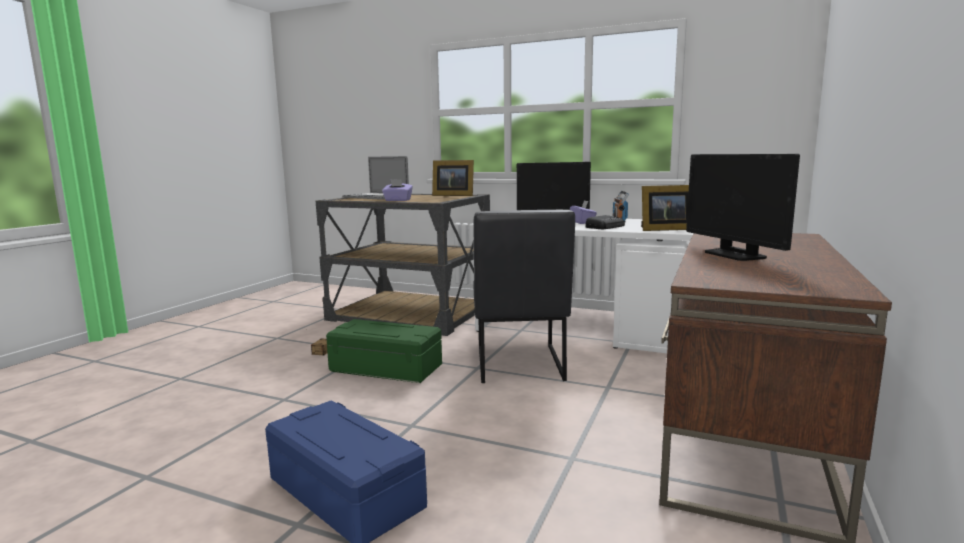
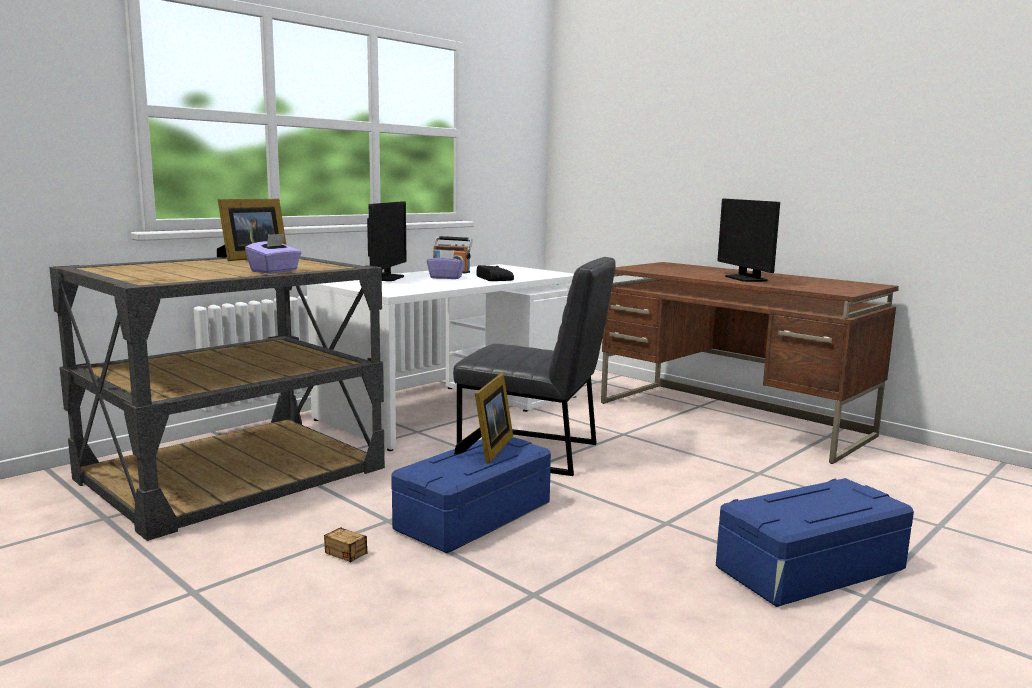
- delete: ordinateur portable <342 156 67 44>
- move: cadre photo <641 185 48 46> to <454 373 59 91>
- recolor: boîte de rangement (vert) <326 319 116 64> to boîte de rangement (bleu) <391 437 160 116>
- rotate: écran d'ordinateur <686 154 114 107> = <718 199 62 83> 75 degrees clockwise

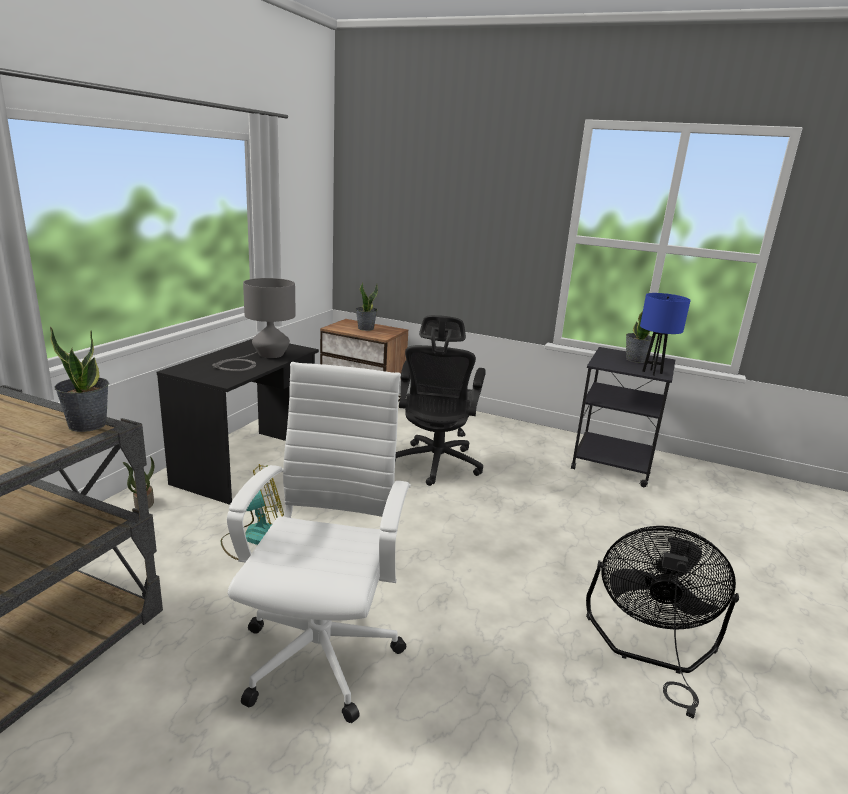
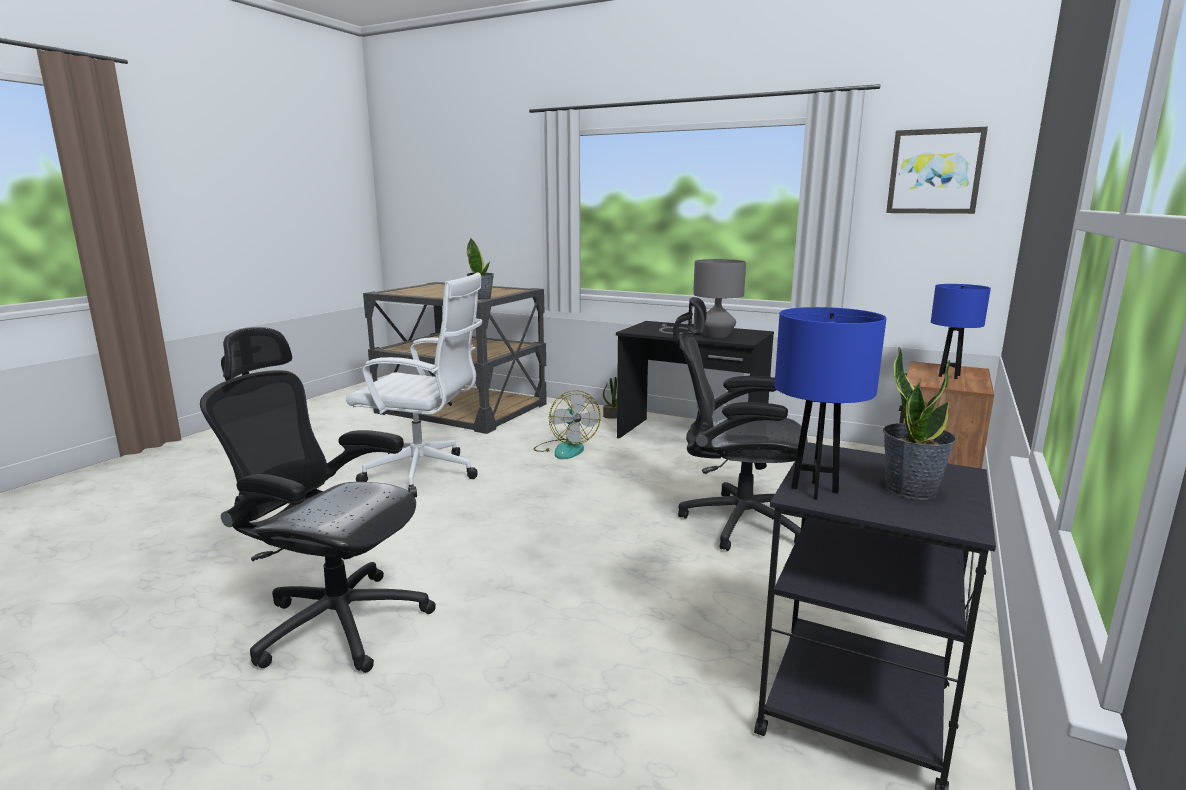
- insert: tableau <886 127 102 87>
- replace: plante en pot <356 282 22 49> to lampe de table (bleu) <931 284 60 95>
- replace: ventilateur (noir) <586 526 153 193> to chaise de bureau <200 327 236 346>

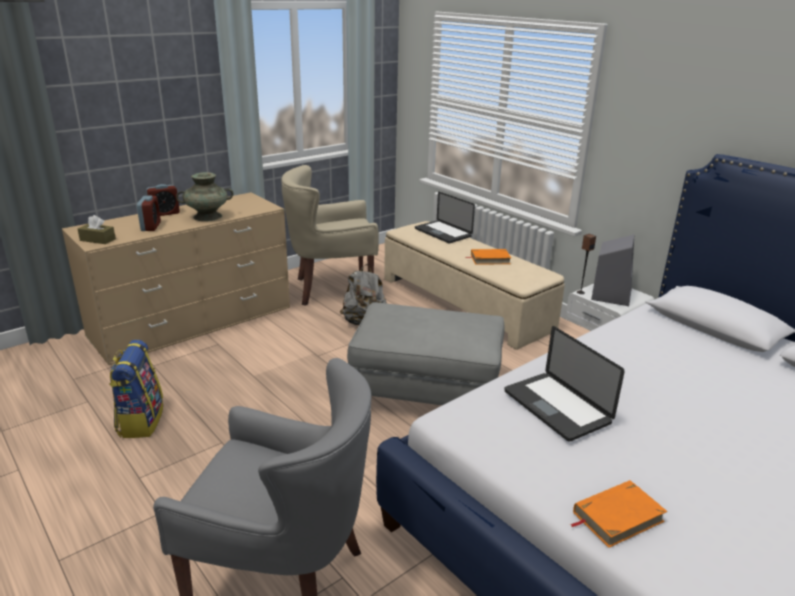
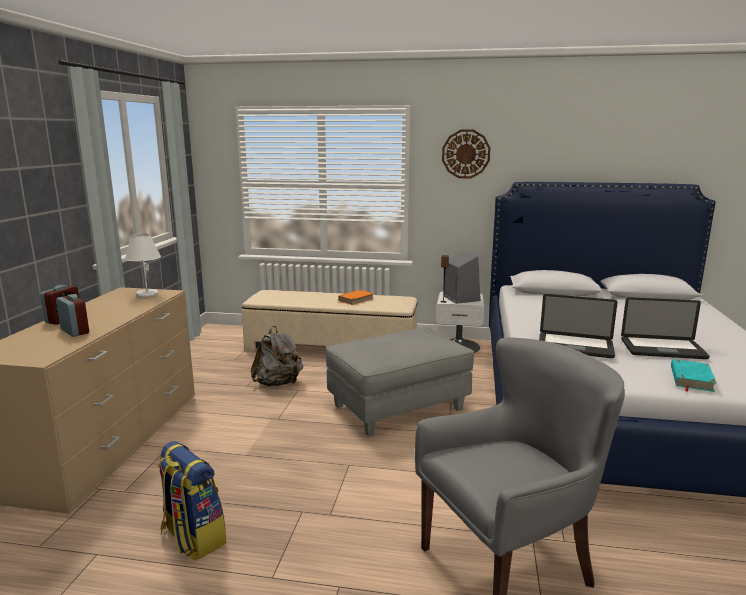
- delete: boîte à mouchoirs (marron) <78 215 38 29>
- delete: vase (turquoise) <176 172 57 49>
- delete: fauteuil (beige) <281 165 98 141>
- insert: lampe de table (blanc) <125 233 36 64>
- insert: horloge murale <442 130 48 48>
- move: ordinateur portable <415 191 60 52> to <621 297 89 62>
- recolor: livre (orange) <570 480 97 68> to livre (turquoise) <671 359 46 33>

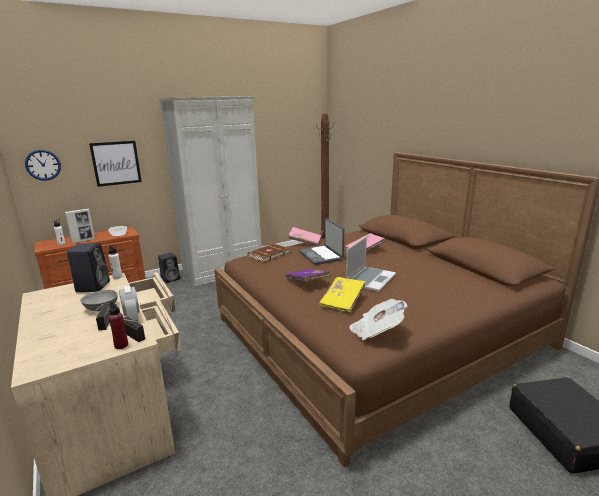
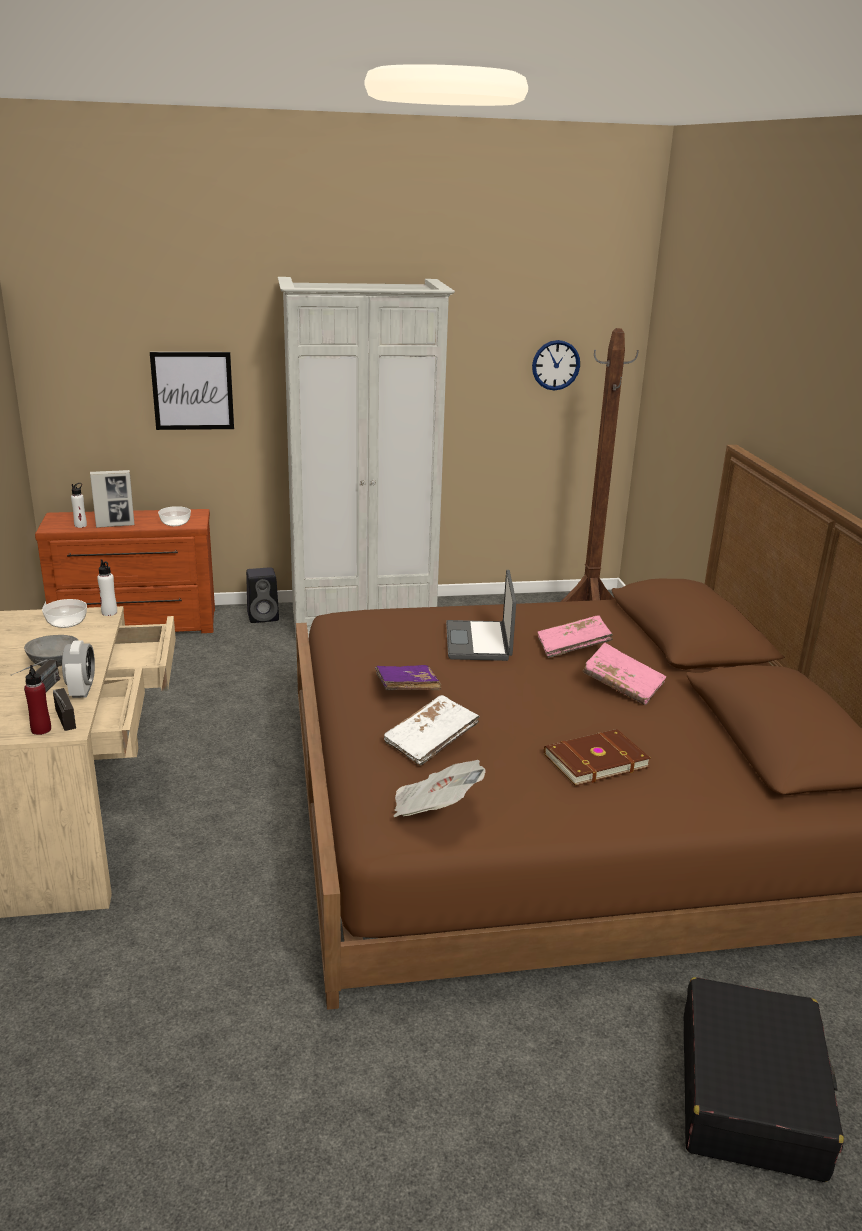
- delete: ordinateur portable <346 236 50 56>
- move: horloge murale <25 150 36 31> to <532 340 48 51>
- move: livre (marron) <247 244 43 18> to <544 729 107 57>
- move: livre (rose) <288 227 33 19> to <583 643 83 63>
- replace: enceinte (noir) <67 243 43 49> to bol <42 599 45 29>
- recolor: livre (jaune) <319 277 47 36> to livre (blanc) <384 695 96 71>

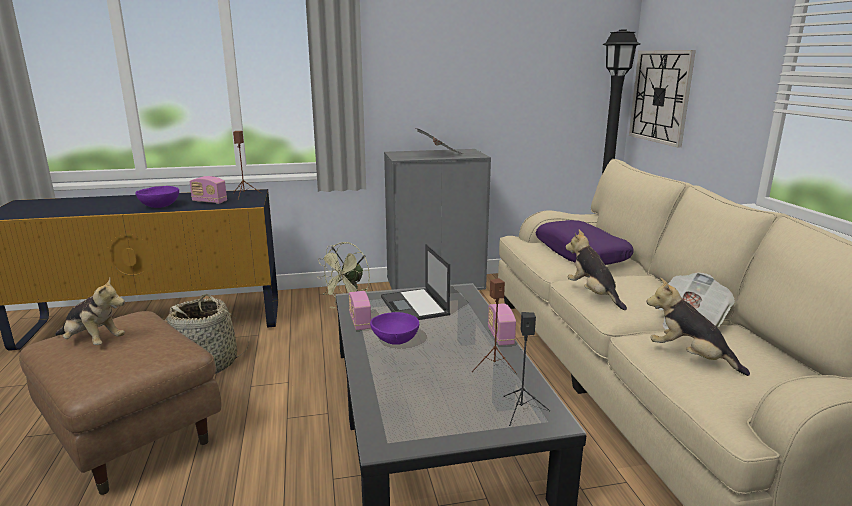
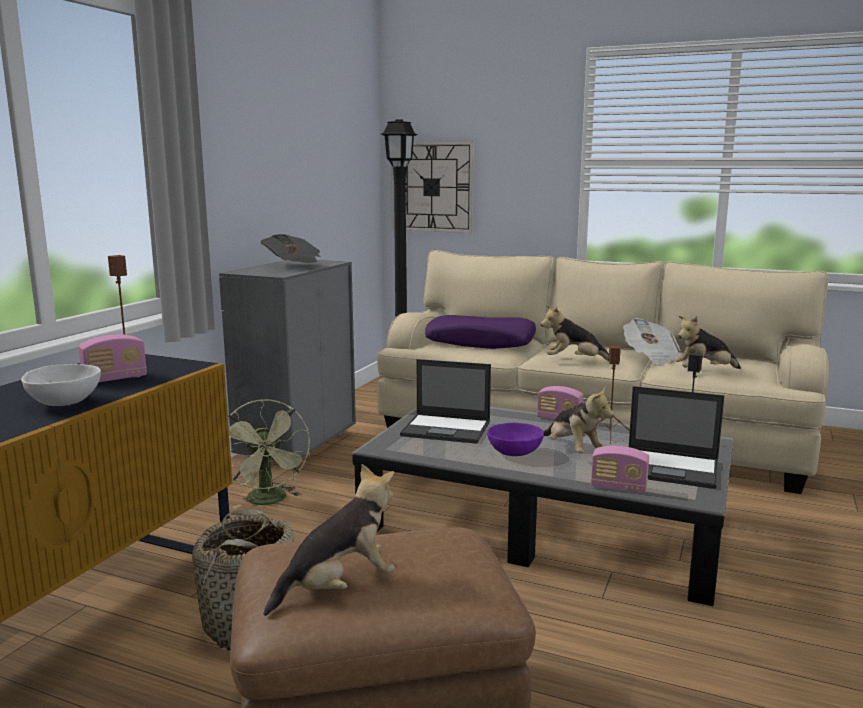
- insert: peluche <543 387 71 66>
- insert: ordinateur portable <629 386 95 103>
- move: radio <349 291 22 39> to <591 446 58 47>
- recolor: bol (violet) <135 186 44 22> to bol (blanc) <21 364 80 42>

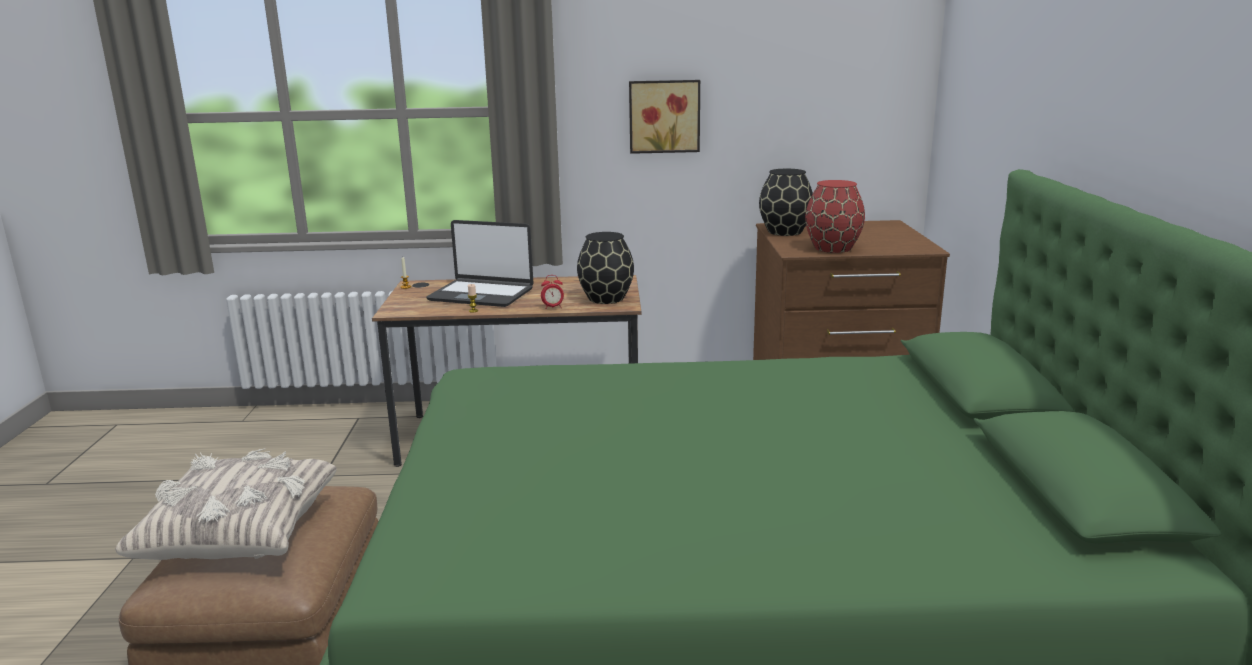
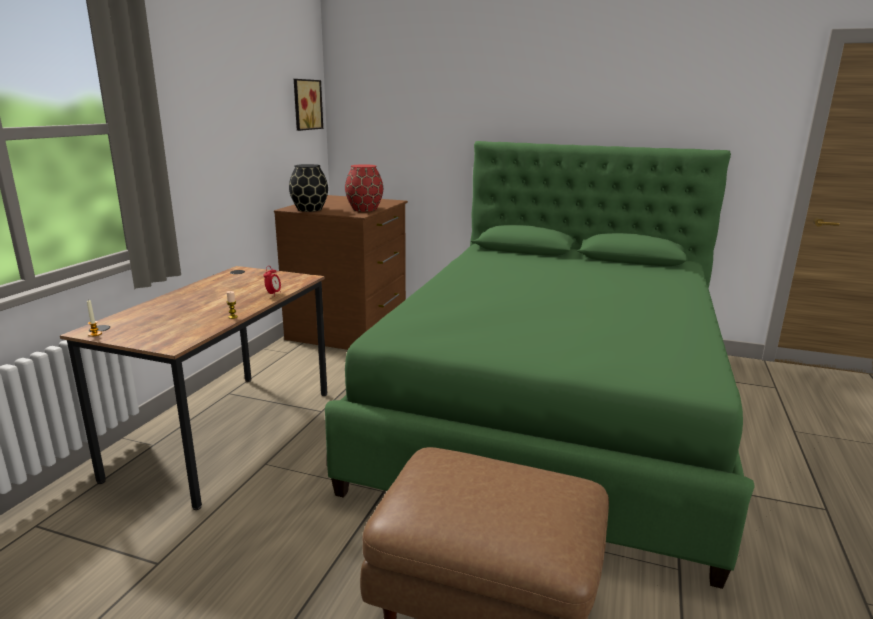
- delete: coussin (beige) <116 448 221 112>
- delete: ordinateur portable <426 220 107 87>
- delete: vase (noir) <577 232 57 72>
- move: tableau <629 80 71 74> to <294 79 29 52>

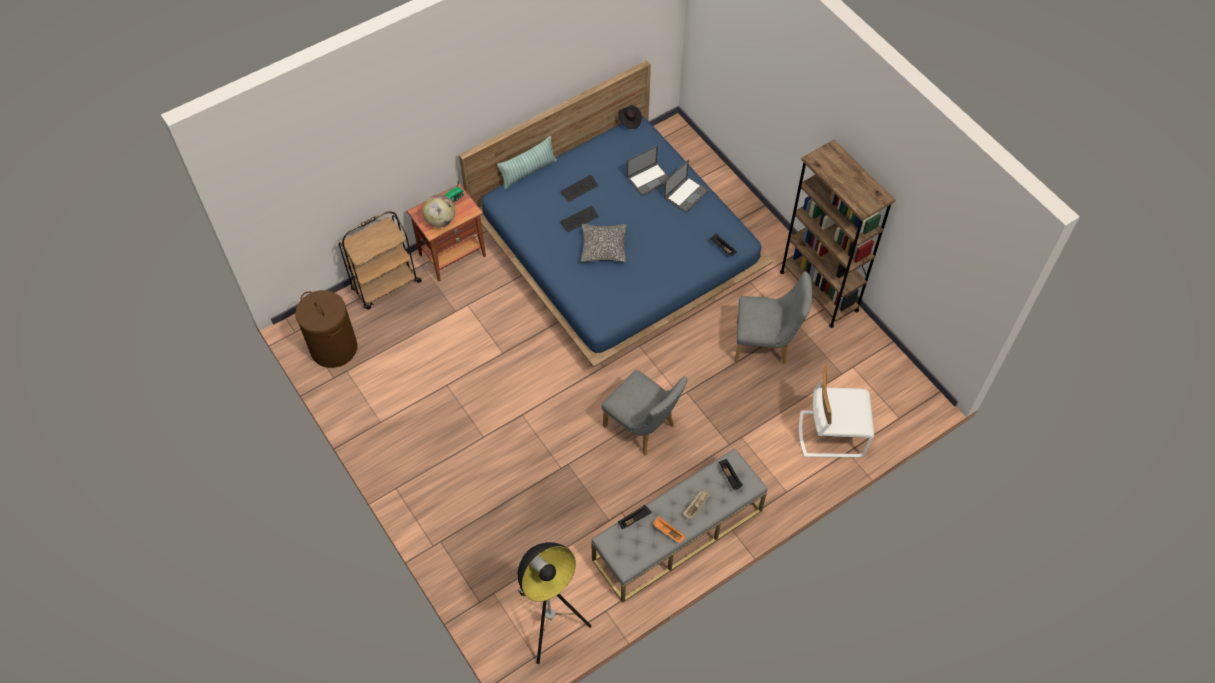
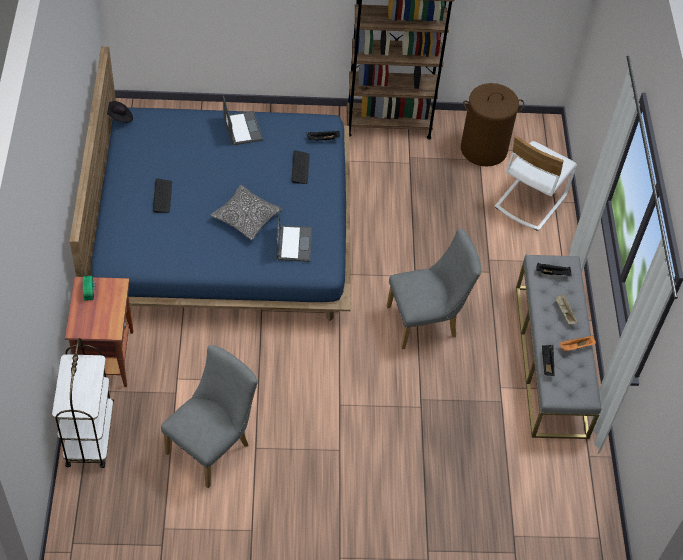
- delete: globe <422 195 33 32>
- delete: coussin <497 136 60 53>
- delete: lampadaire <518 542 74 122>
- move: panier à linge (marron) <295 290 63 78> to <461 83 63 84>
- move: clavier <560 206 39 26> to <291 150 19 34>
- move: ordinateur portable <627 145 42 51> to <276 206 36 56>
- move: chaise (gris) <734 271 78 93> to <161 345 97 143>
- recolor: chariot (marron) <339 211 83 99> to chariot (blanc) <52 338 62 130>

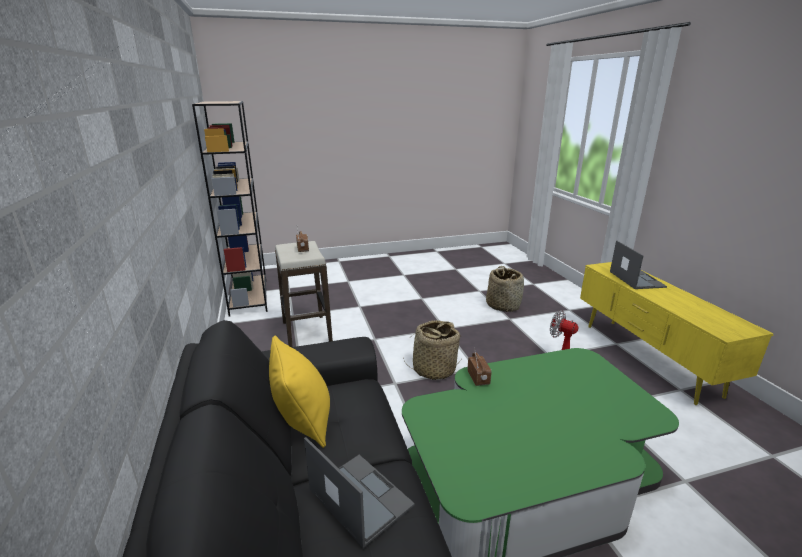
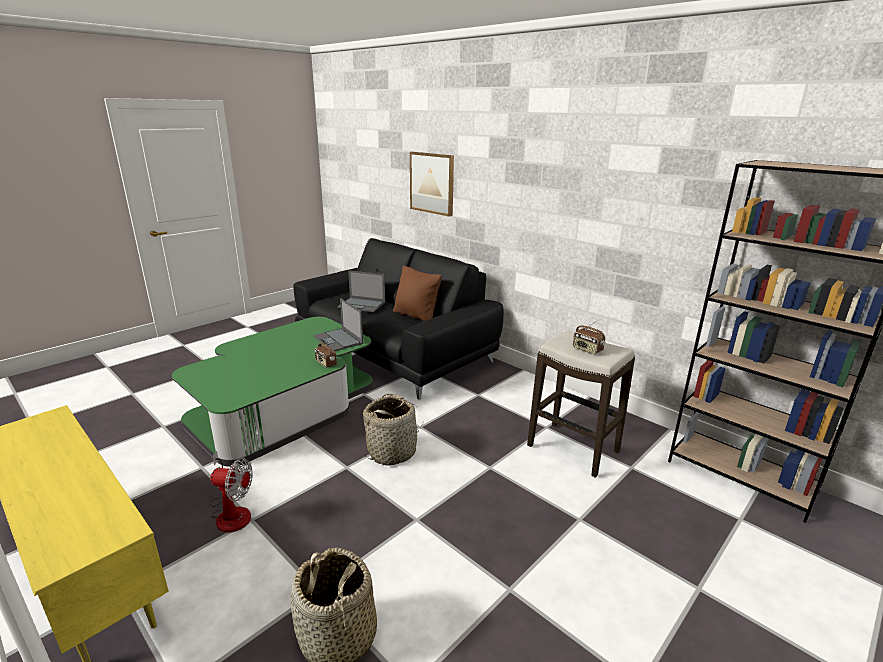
- insert: tableau <410 152 44 65>
- move: ordinateur portable <610 241 57 48> to <314 298 49 53>
- recolor: coussin (jaune) <269 336 61 112> to coussin (marron) <393 266 49 55>

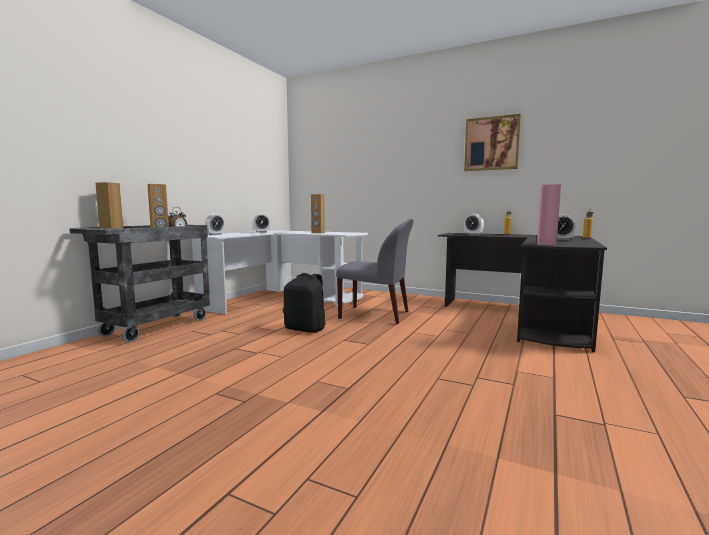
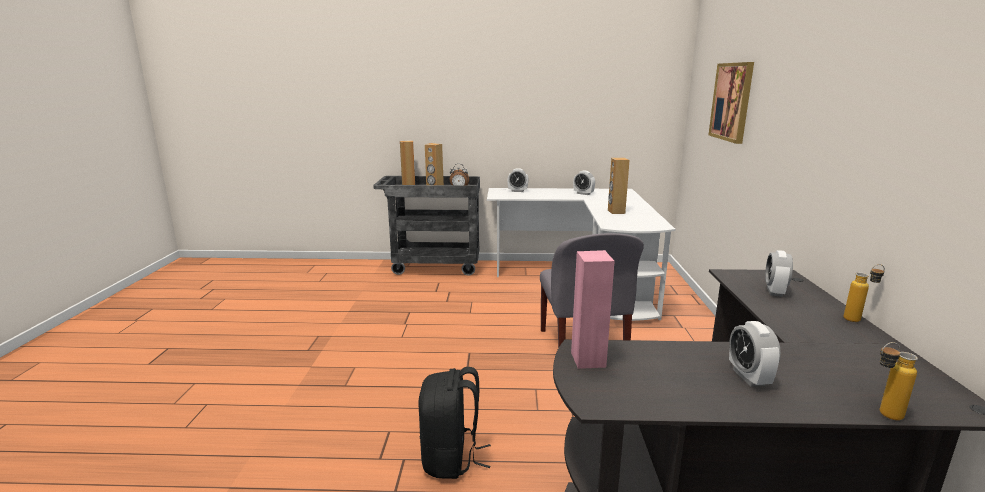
- move: sac à dos (noir) <283 273 43 60> to <418 367 73 112>
- move: tableau <464 114 57 57> to <708 62 46 82>

